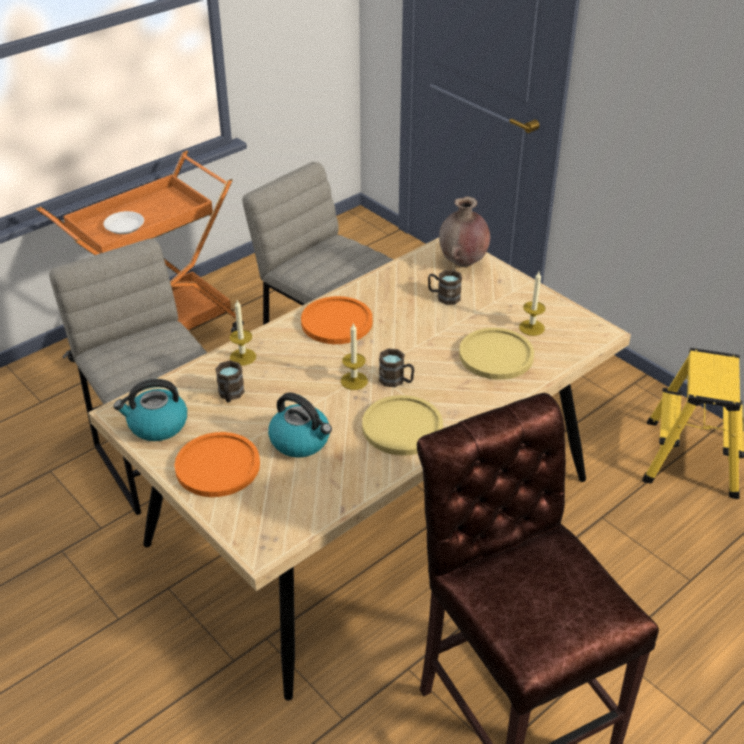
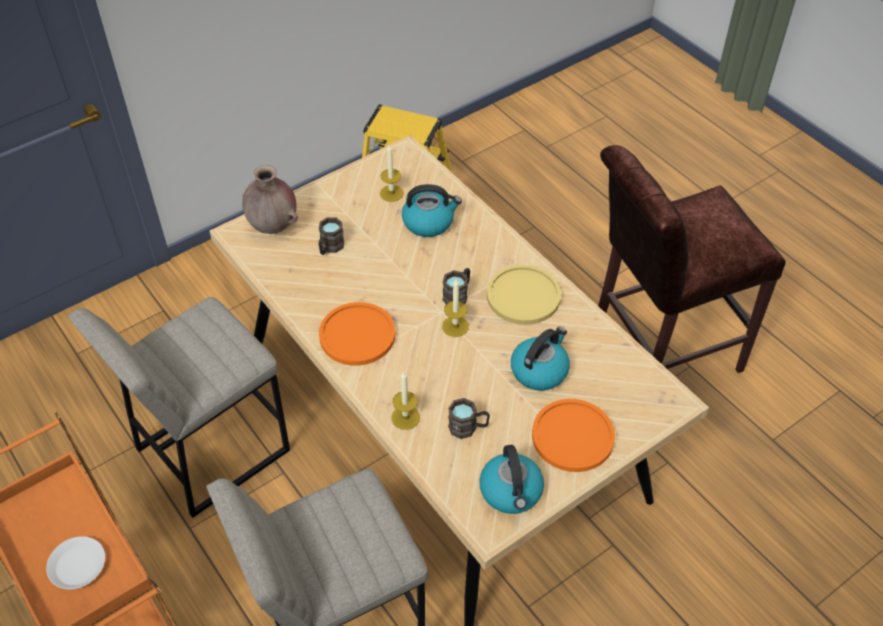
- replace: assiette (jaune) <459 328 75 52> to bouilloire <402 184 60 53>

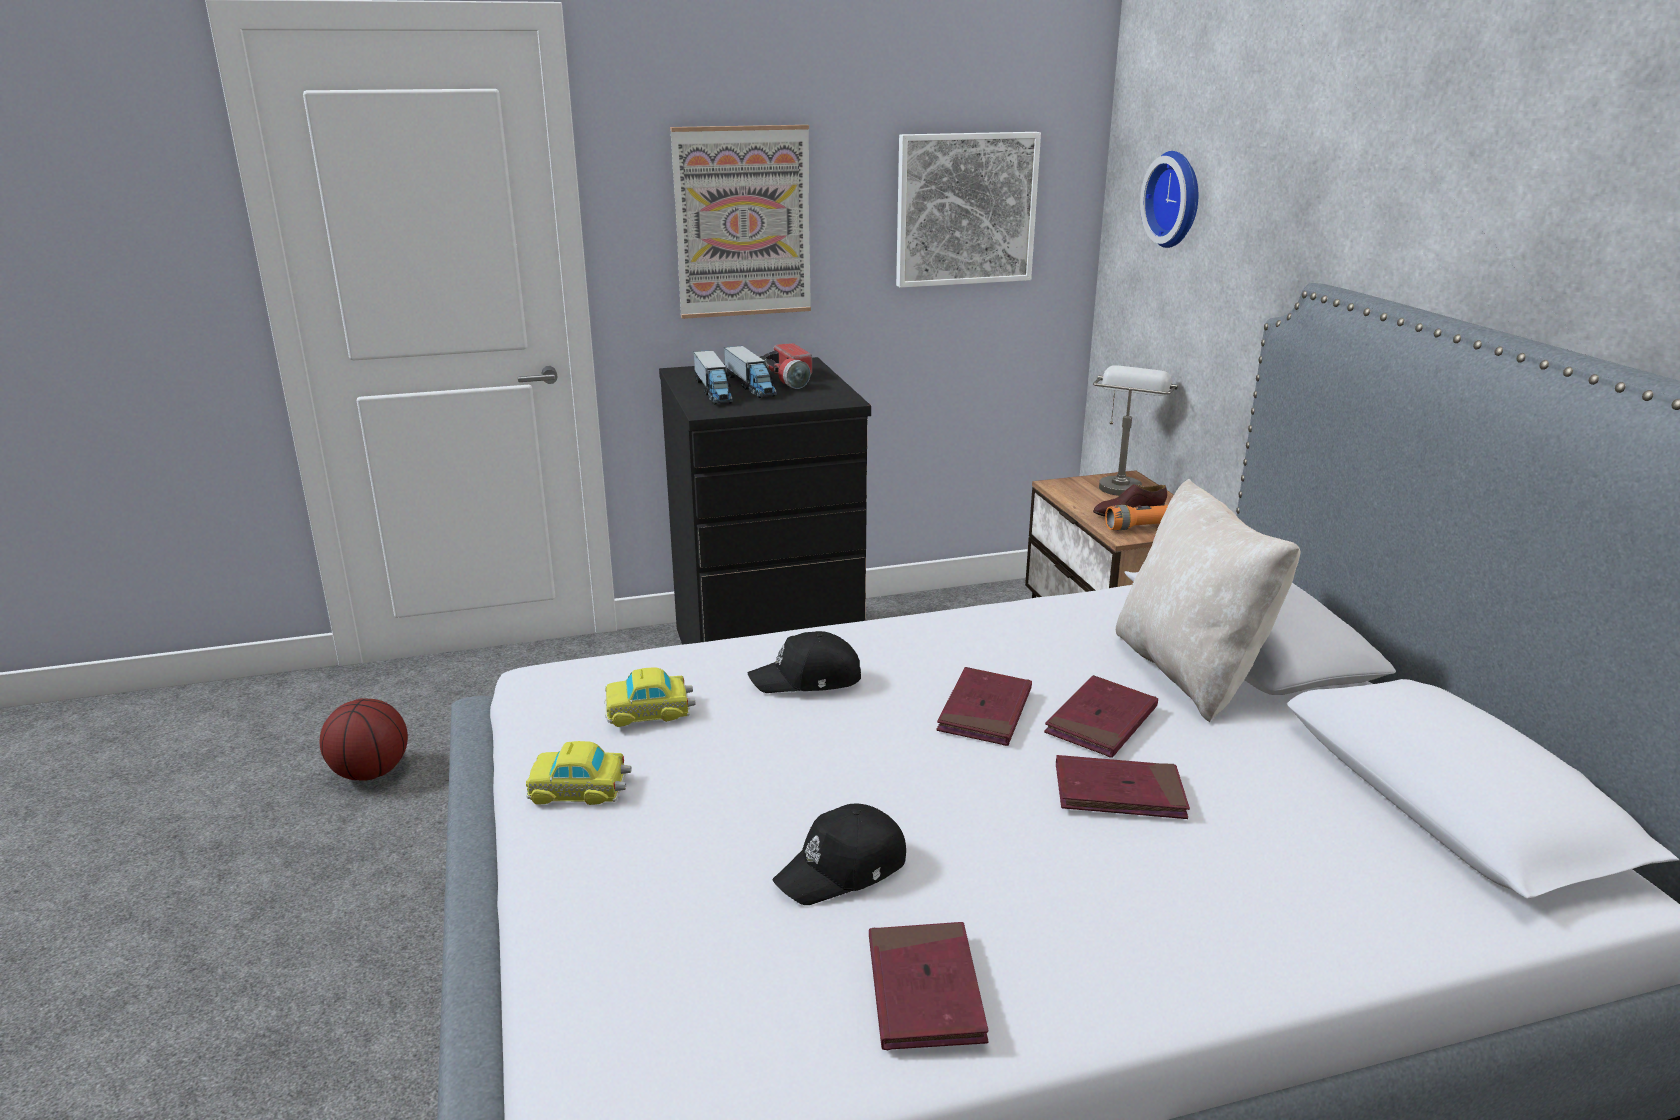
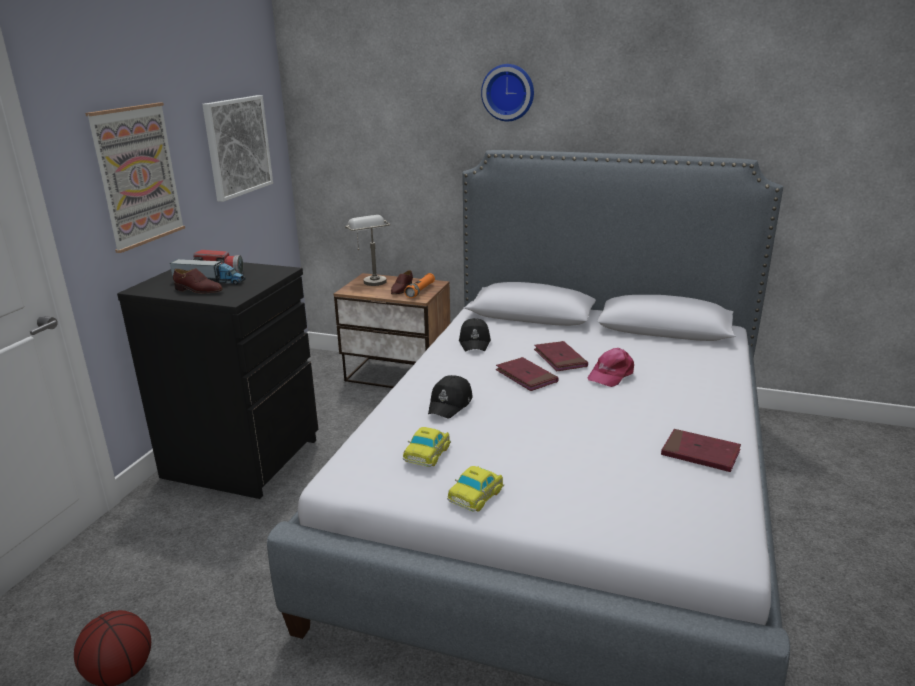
- delete: coussin (beige) <1116 479 184 243>
- move: casquette (noir) <773 804 133 101> to <459 318 32 33>
- move: horloge murale <1140 151 58 97> to <481 64 53 57>
- replace: camion jouet <693 350 40 55> to chaussure (marron) <173 268 50 25>
- replace: livre (rouge) <1056 755 134 64> to casquette (rose) <588 348 46 39>

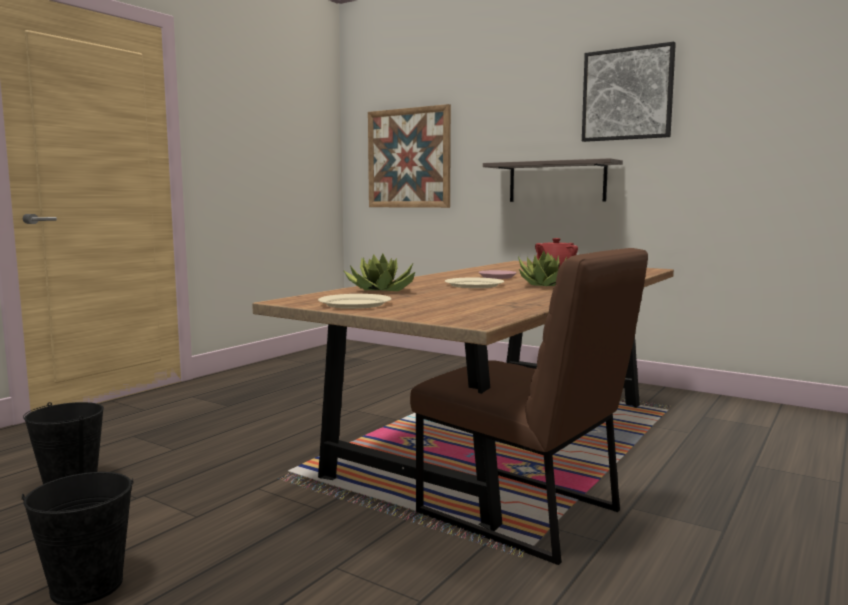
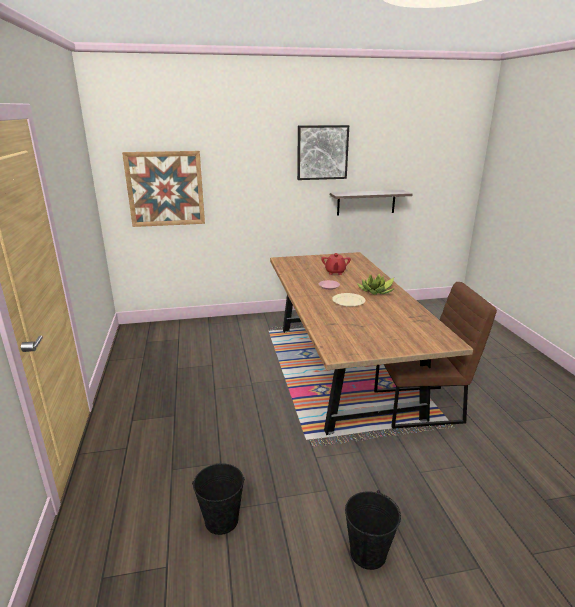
- delete: assiette (beige) <318 294 73 15>
- delete: plante en pot <343 253 73 38>
- move: étagère <483 158 140 44> to <330 190 83 25>

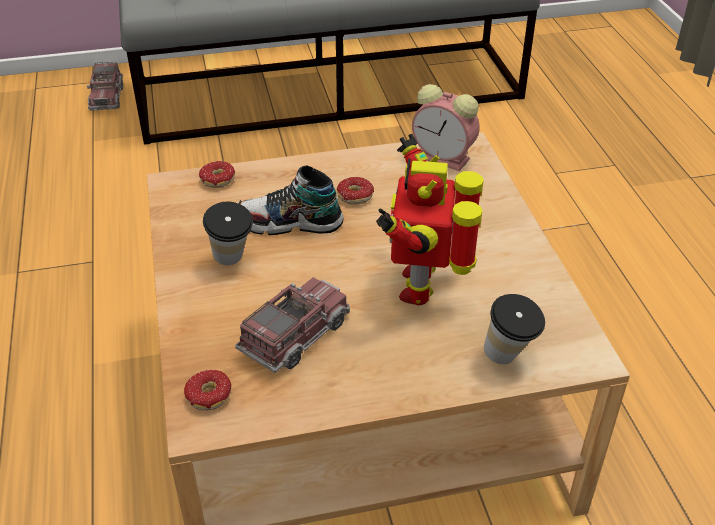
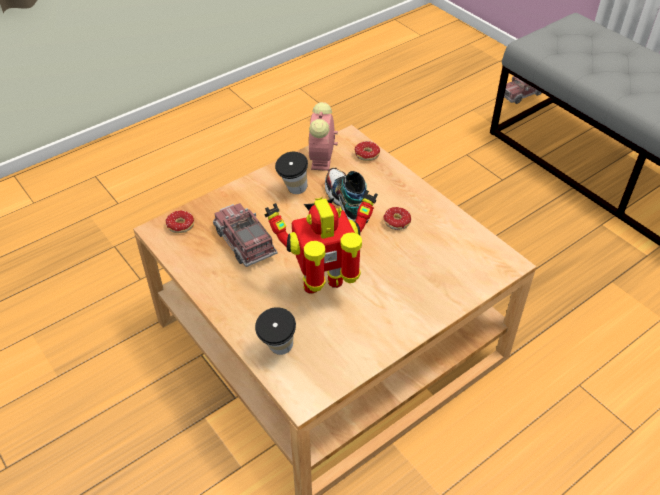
- move: réveil <412 84 68 87> to <309 102 29 69>
- rotate: camion jouet <235 277 115 96> = <213 203 65 64> 135 degrees counterclockwise

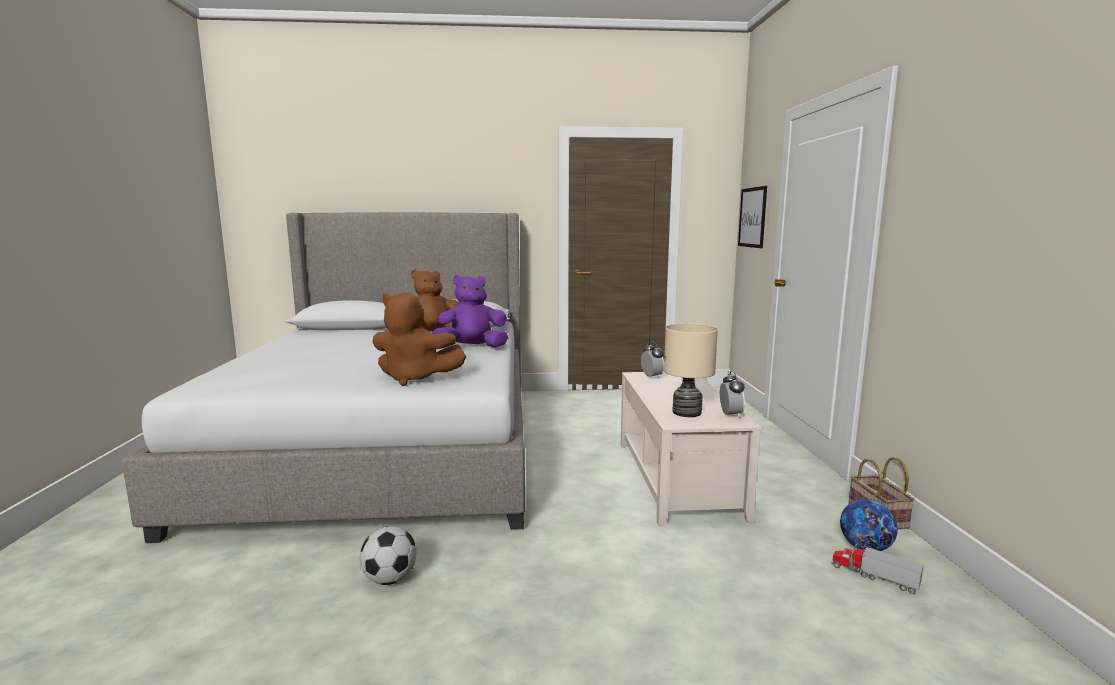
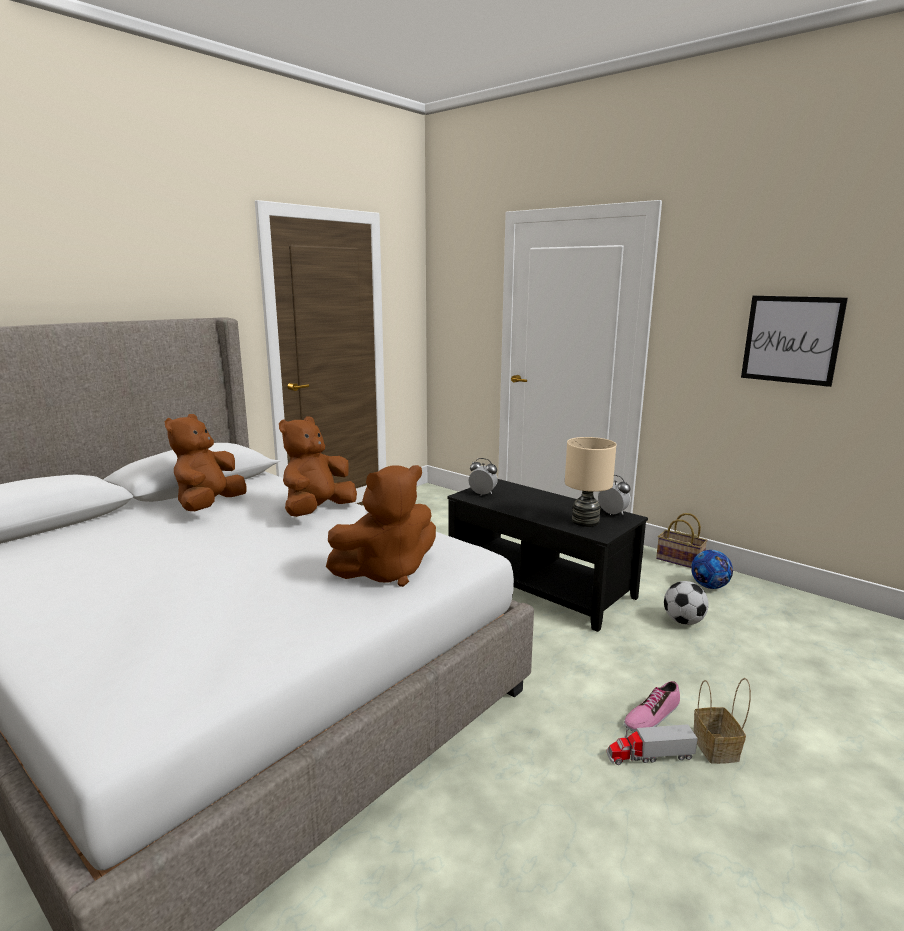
- insert: chaussure <624 681 56 51>
- insert: panier <694 678 57 86>
- move: ballon de foot <360 526 57 59> to <664 581 44 44>
- move: tableau <738 186 29 62> to <741 296 107 91>
- move: camion jouet <831 544 93 50> to <607 724 91 41>
- recolor: peluche (violet) <432 275 76 73> to peluche (marron) <279 416 78 101>
- recolor: table basse (beige) <621 372 140 154> to table basse (noir) <447 479 201 153>

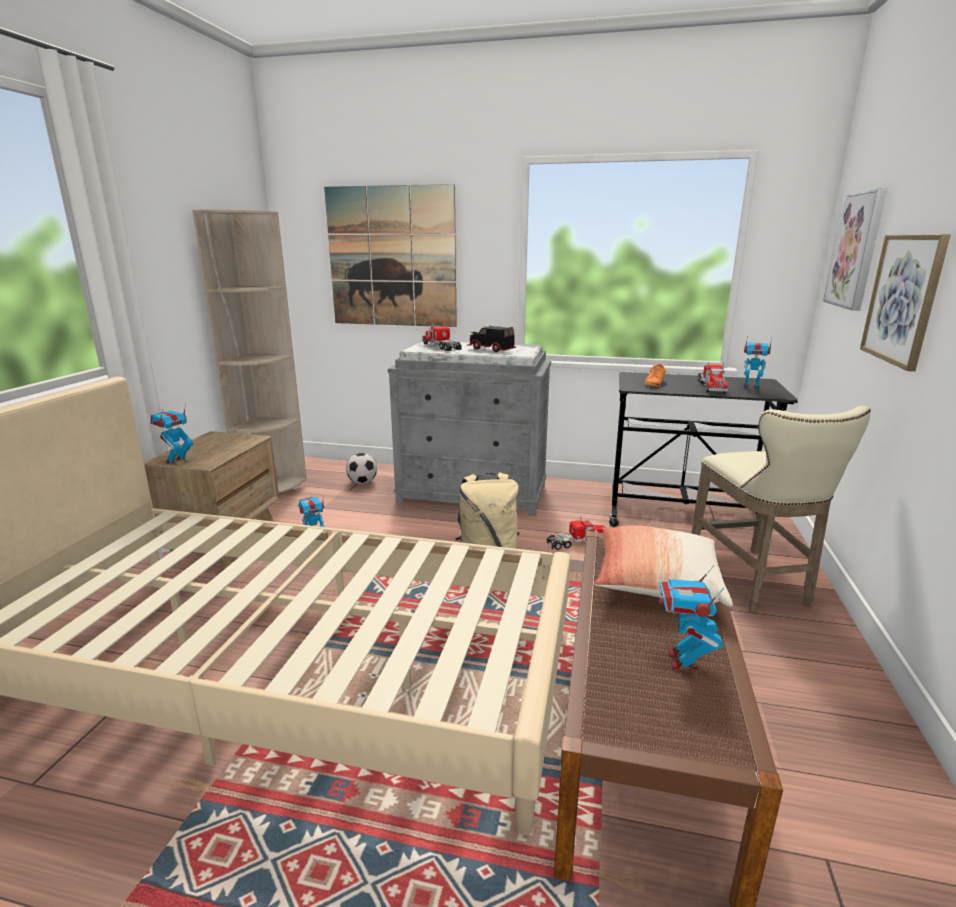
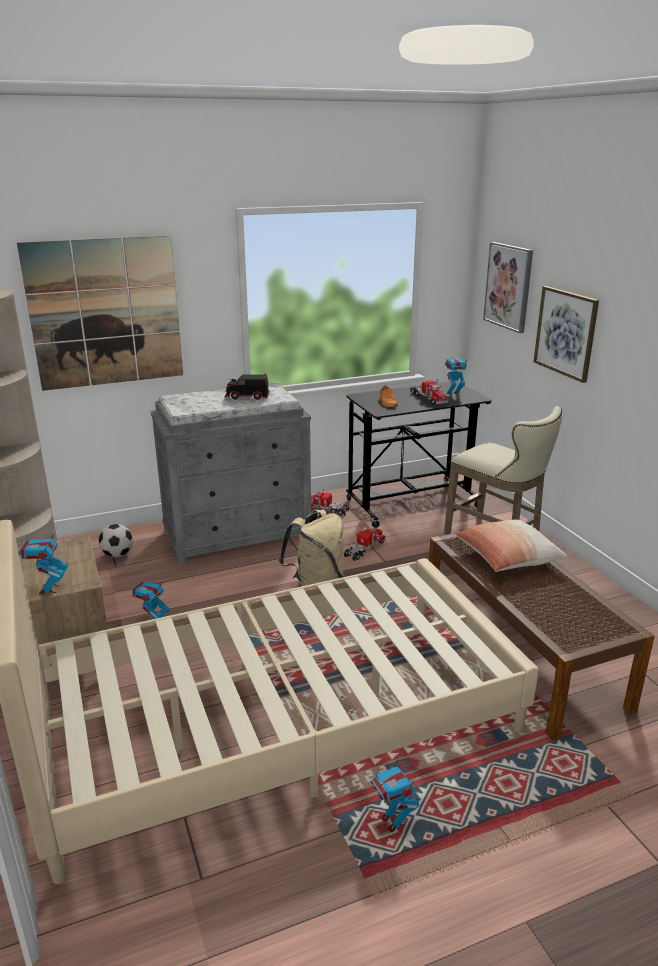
- move: camion jouet <422 323 40 28> to <311 489 38 26>
- move: robot jouet <659 565 65 105> to <371 752 48 81>

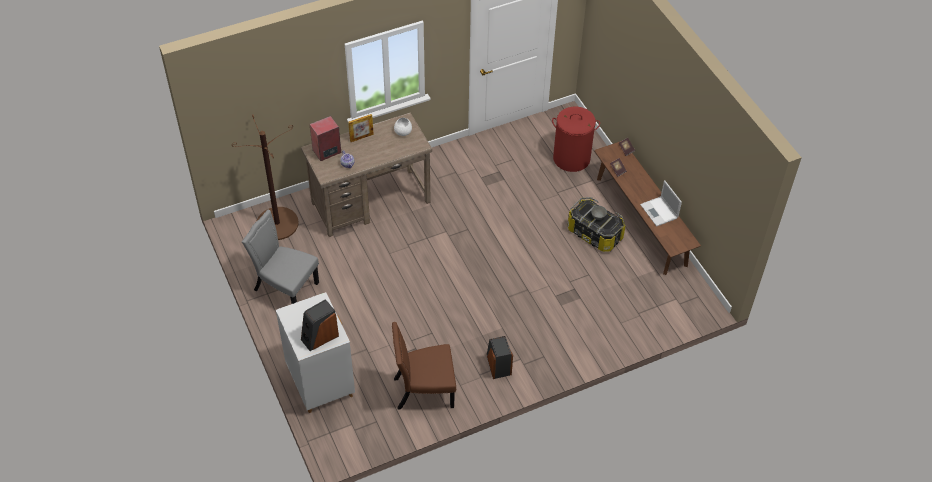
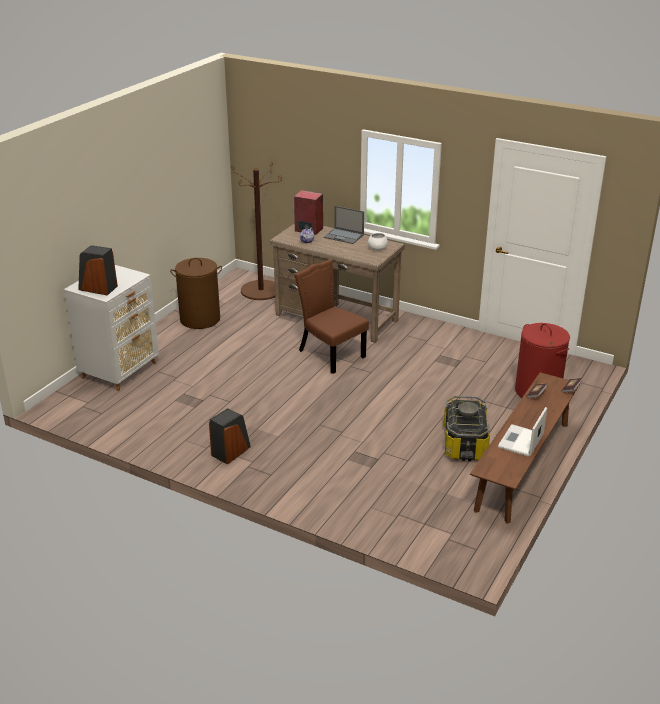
- move: chaise (marron) <392 322 65 88> to <294 259 75 115>
- replace: chaise (gris) <242 210 77 94> to panier à linge (marron) <170 258 52 71>
- replace: cadre photo <348 114 26 28> to ordinateur portable <324 206 40 38>

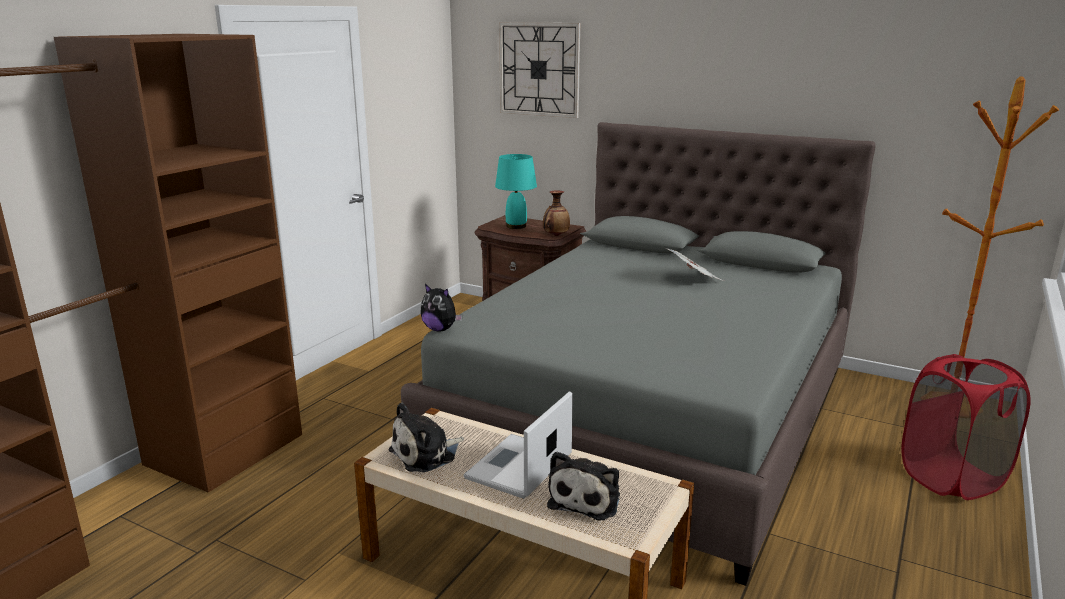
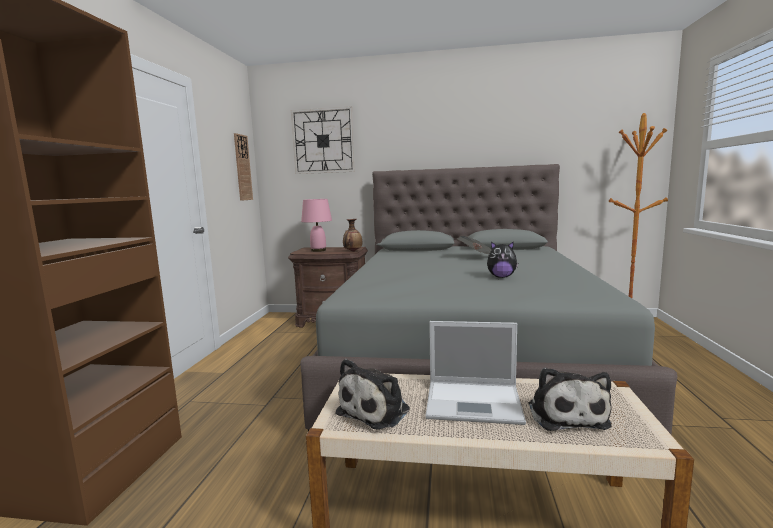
- delete: panier à linge (rouge) <901 354 130 146>
- insert: horloge murale <234 133 19 68>
- move: peluche <421 284 42 47> to <487 241 31 37>
- recolor: lampe de table (turquoise) <495 154 42 75> to lampe de table (rose) <301 199 31 53>
- rotate: ordinateur portable <464 391 109 108> = <425 321 101 104> 90 degrees counterclockwise

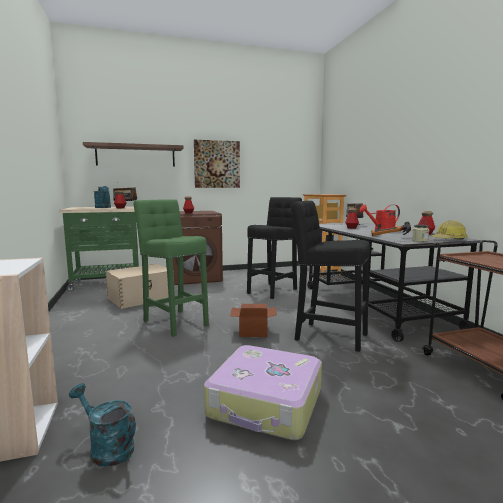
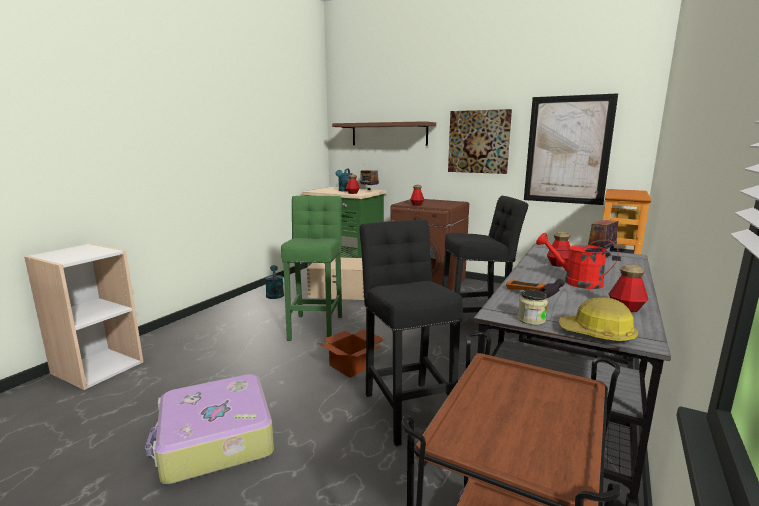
- insert: tableau <524 93 94 112>
- move: arrosoir (turquoise) <69 383 67 84> to <265 265 19 34>

